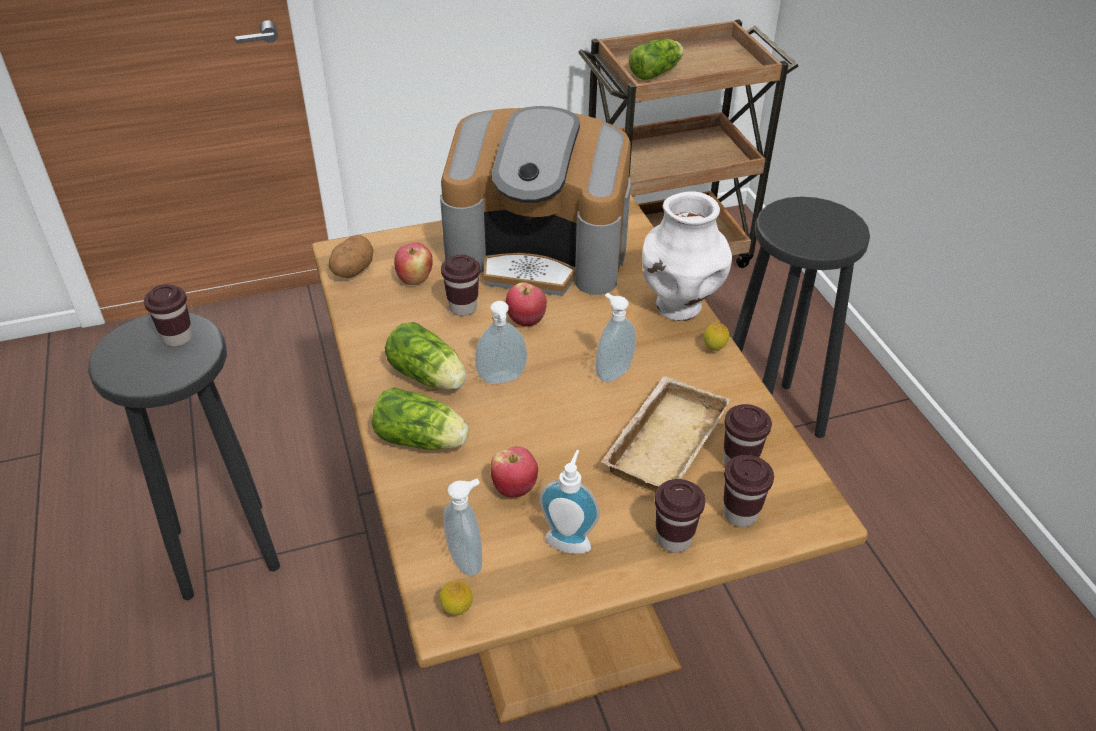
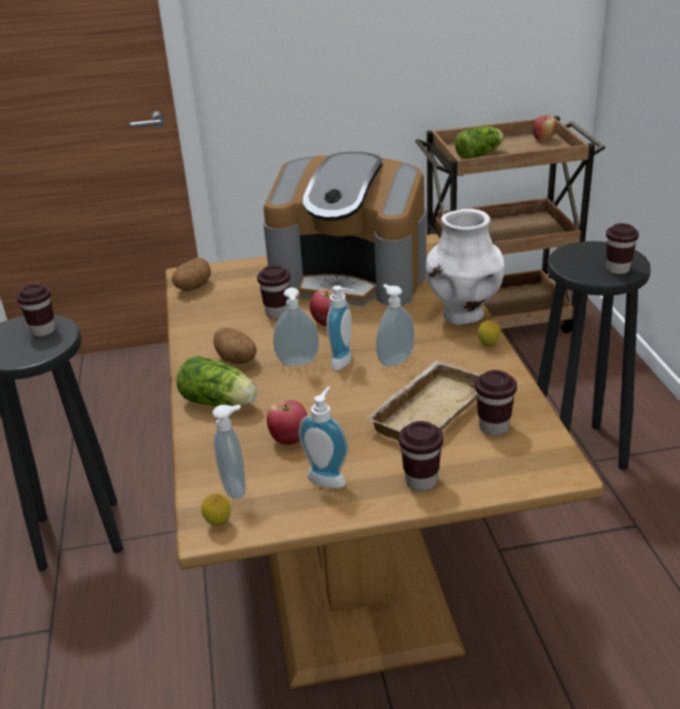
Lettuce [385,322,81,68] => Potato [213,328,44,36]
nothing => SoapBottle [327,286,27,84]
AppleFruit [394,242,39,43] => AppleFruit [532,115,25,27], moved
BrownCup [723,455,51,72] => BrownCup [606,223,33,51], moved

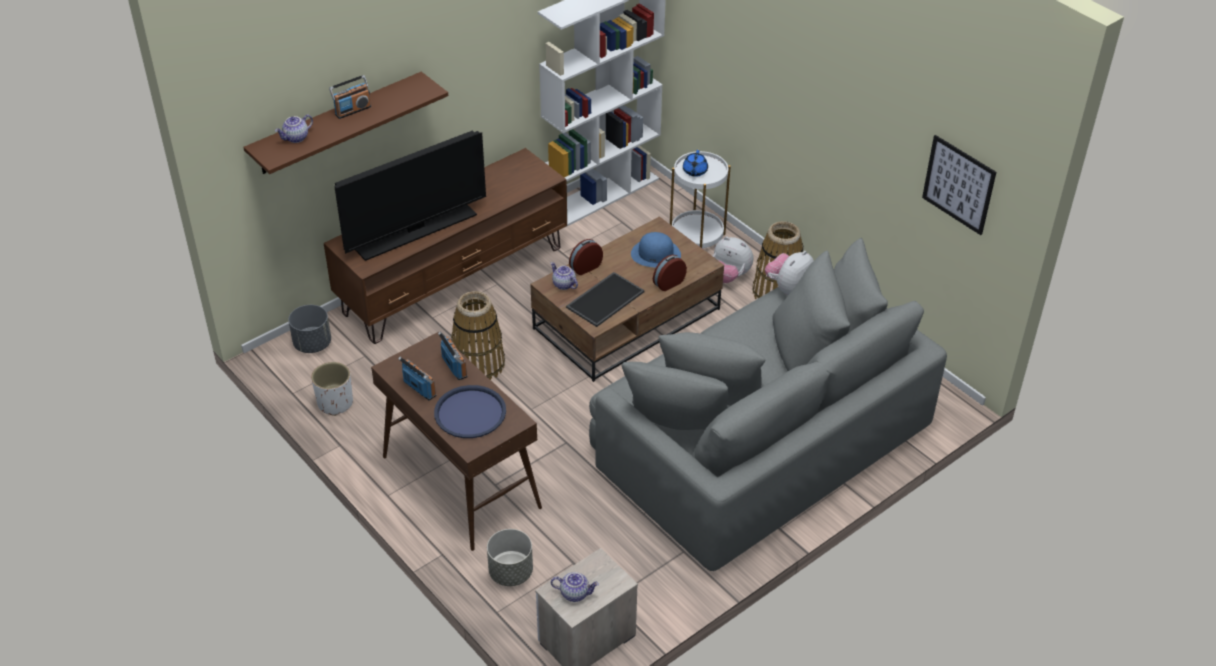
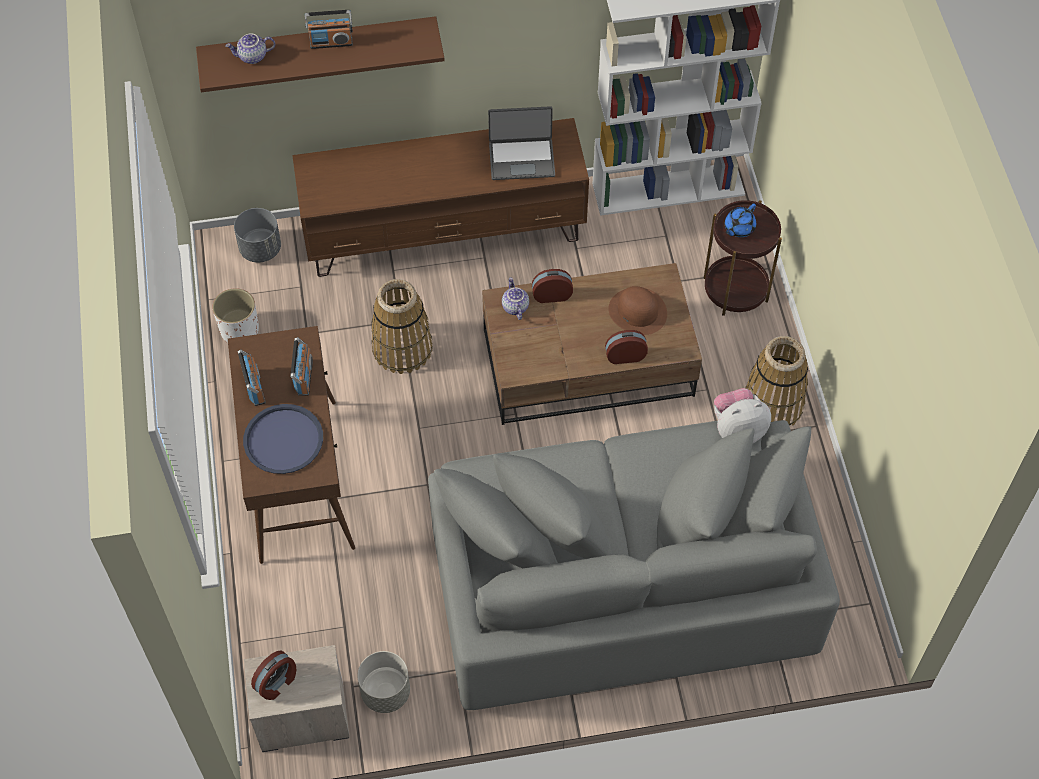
PotForTea [551,572,48,30] => AlarmClock [251,651,45,49]
GrayPlanter [487,529,46,57] => GrayPlanter [357,651,53,62], moved
nothing => NotebookComputer [488,106,67,74]
BlueColouredWearableHat [631,232,50,36] => BrownWearableHat [608,286,59,49]
WhiteColouredEndTable [670,151,61,97] => BrownEndTable [704,200,78,116]
TvSet [334,131,152,130] => nothing
CarryingTray [566,272,78,55] => nothing
CuddlyToy [713,237,40,46] => nothing
Picture [922,135,74,100] => nothing

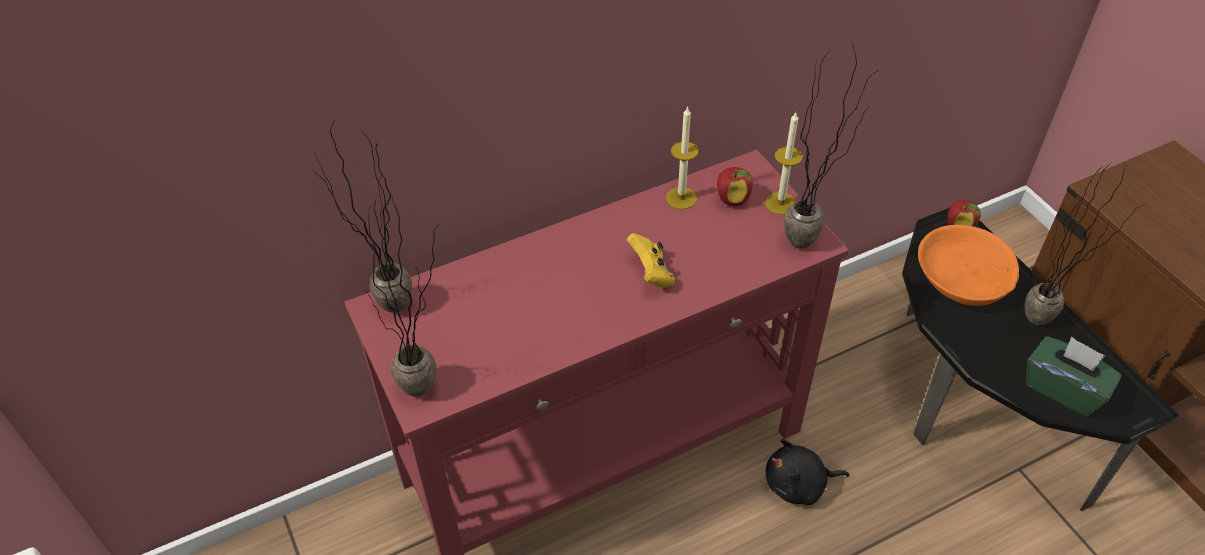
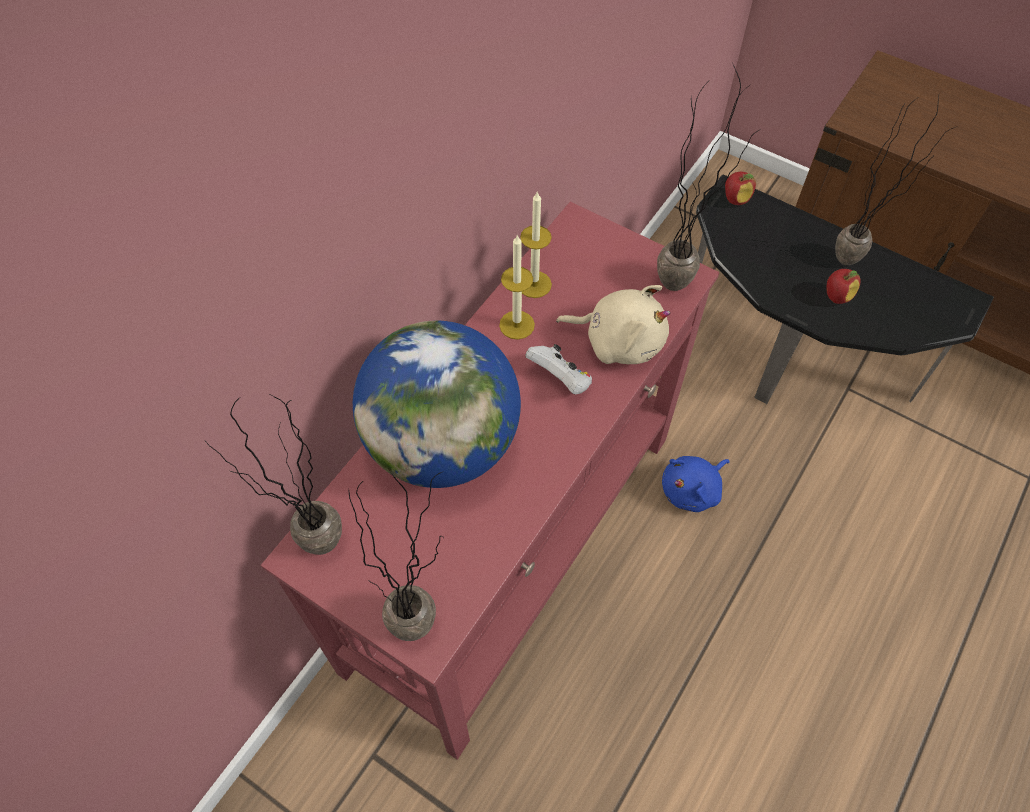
nothing => DeskGlobe [353,320,168,168]
WaxLight [765,113,38,102] => WaxLight [499,234,36,106], moved
YellowishGamepad [627,233,48,55] => WhiteColouredGamepad [525,344,67,51]
nothing => BeigeCuddlyToy [556,285,114,79]
BlackColouredCuddlyToy [766,439,84,66] => BlueColouredCuddlyToy [662,456,68,56]
AppleFruit [717,167,36,39] => AppleFruit [827,269,34,35], moved
OrangeColouredDeepDish [918,225,101,81] => nothing
GreenColouredBoxOfTissues [1026,336,96,81] => nothing

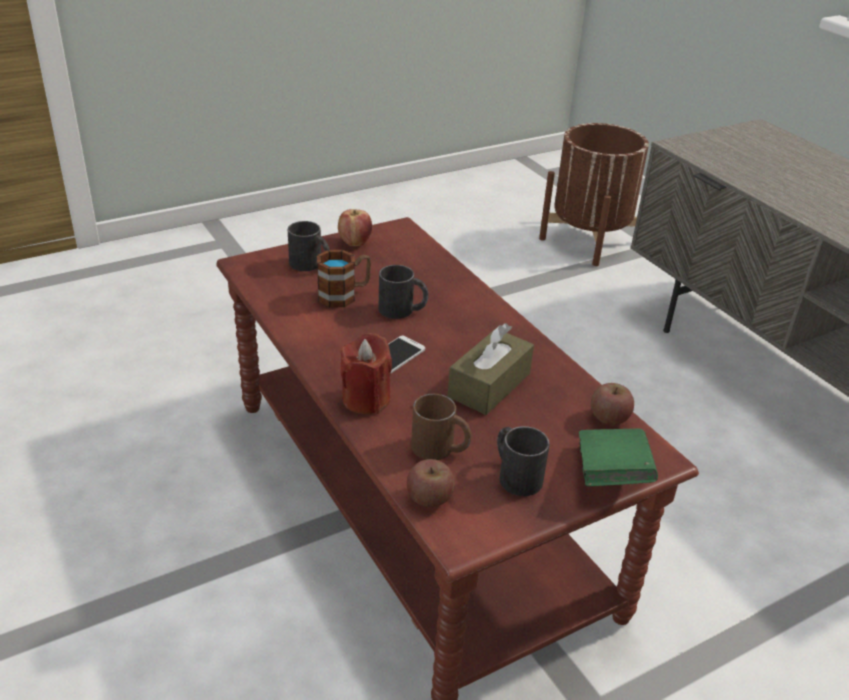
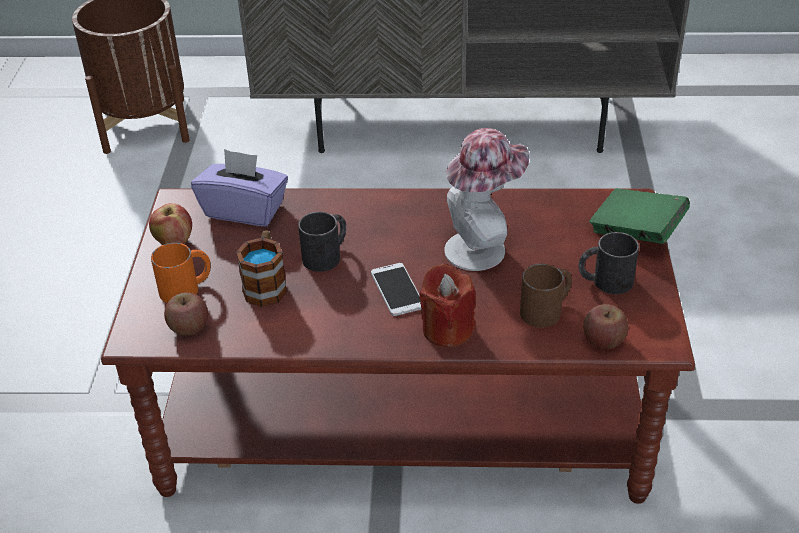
BlackColouredCoffeeMug [288,221,42,50] => OrangeColouredCoffeeMug [151,243,60,60]
AppleFruit [591,383,43,42] => AppleFruit [164,292,44,43], moved
nothing => PurpleColouredBoxOfTissues [191,149,97,77]
BrownBoxOfTissues [448,323,86,92] => WearableHat [445,128,85,143]

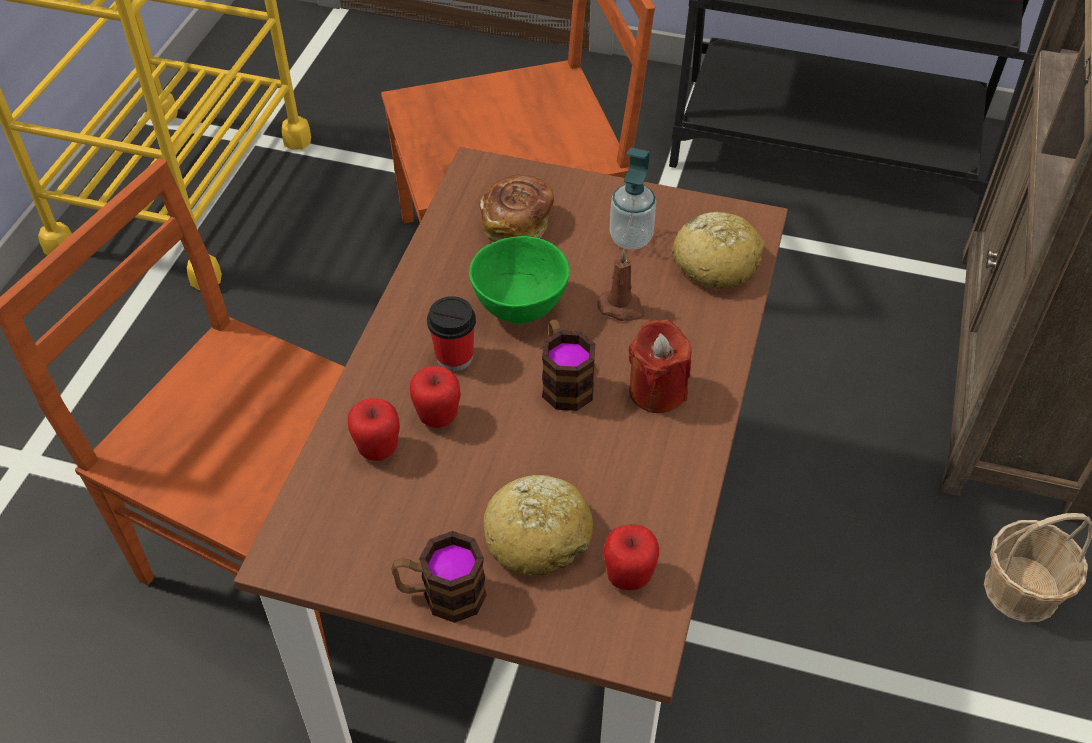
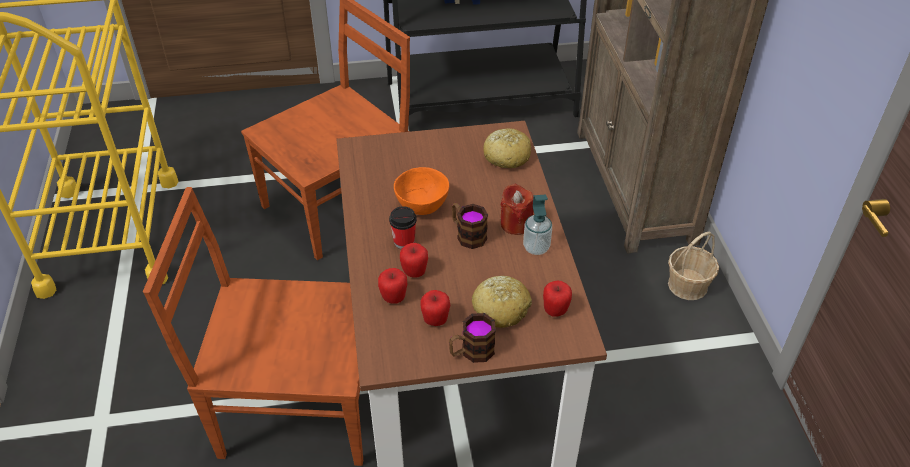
GreenColouredDeepDish [469,236,101,87] => OrangeColouredDeepDish [394,167,55,48]
nothing => AppleFruit [420,290,30,36]
SoapBottle [609,147,47,103] => SoapBottle [523,194,29,61], moved
BakedBread [479,175,75,68] => nothing
BrownWaxLight [597,250,48,71] => nothing

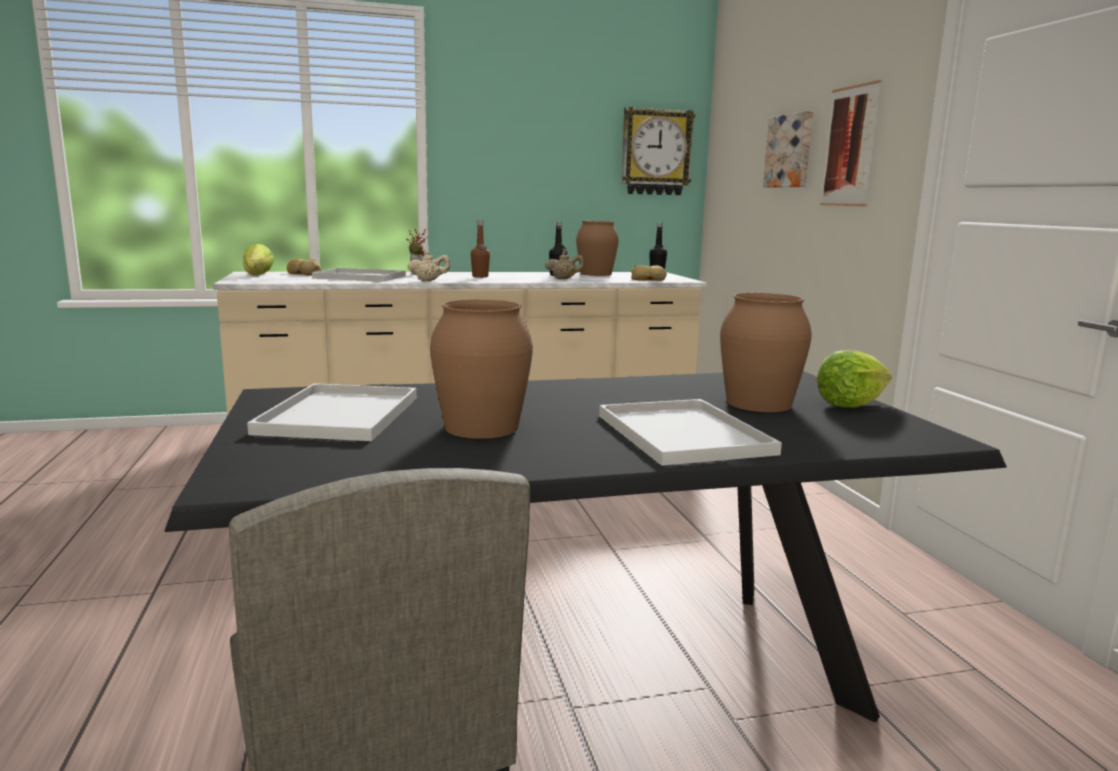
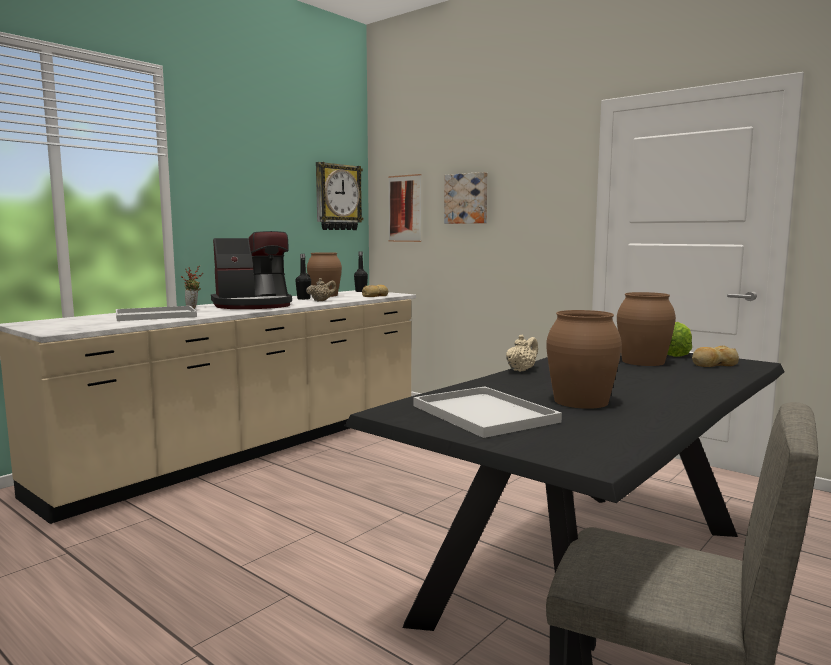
BrownBeverageBottle [471,220,19,58] => CoffeeBrewer [211,231,81,78]
Picture [820,80,62,126] => Picture [388,174,33,68], moved
BeigePotForTea [407,251,43,30] => BeigePotForTea [506,335,32,37], moved
BakedBread [287,259,35,16] => BakedBread [692,346,47,21], moved
Lettuce [243,244,31,31] => nothing
WhiteColouredCarryingTray [599,399,183,67] => nothing

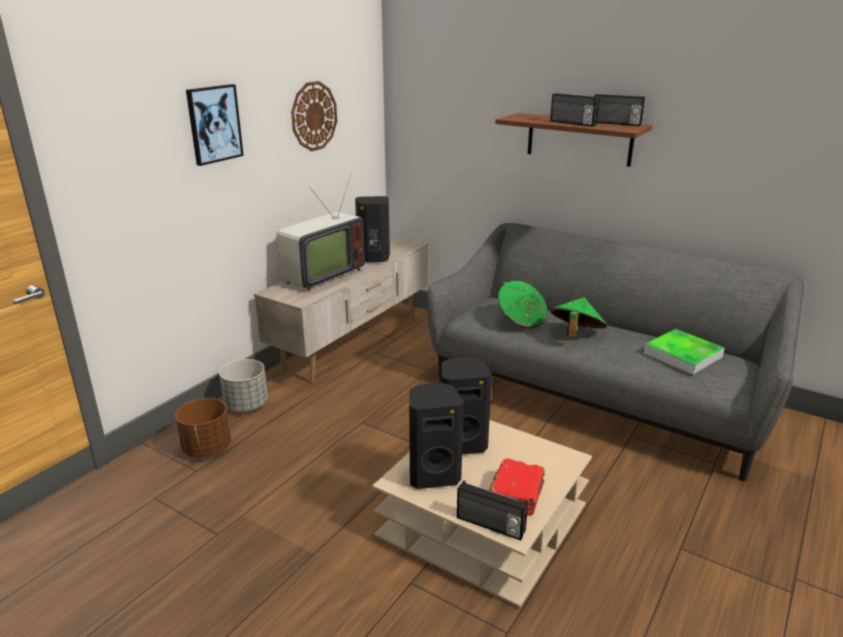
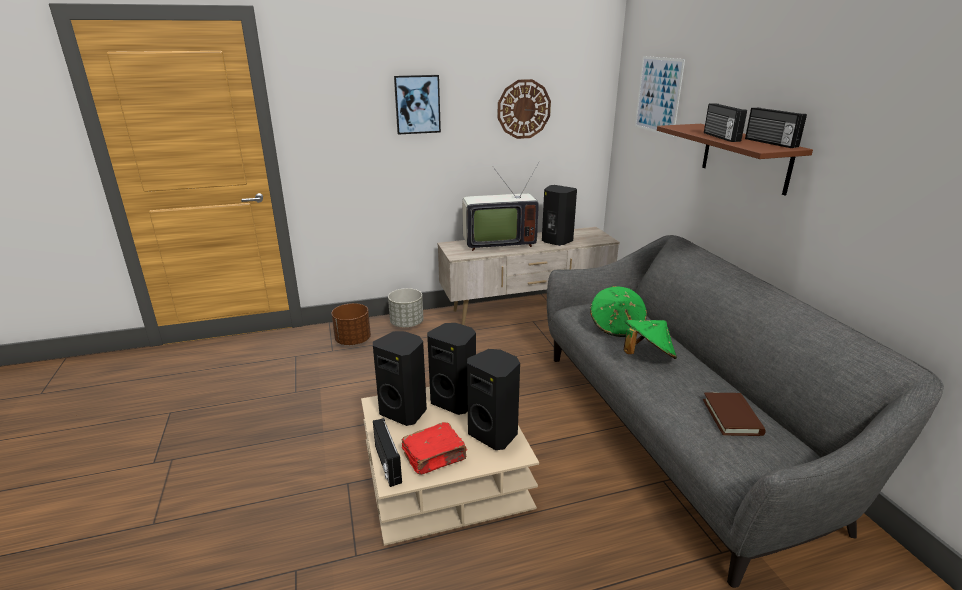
nothing => BlackColouredLoudspeaker [467,349,53,101]
nothing => Picture [635,56,50,81]
CarryingTray [644,329,81,46] => BrownBook [703,392,63,44]

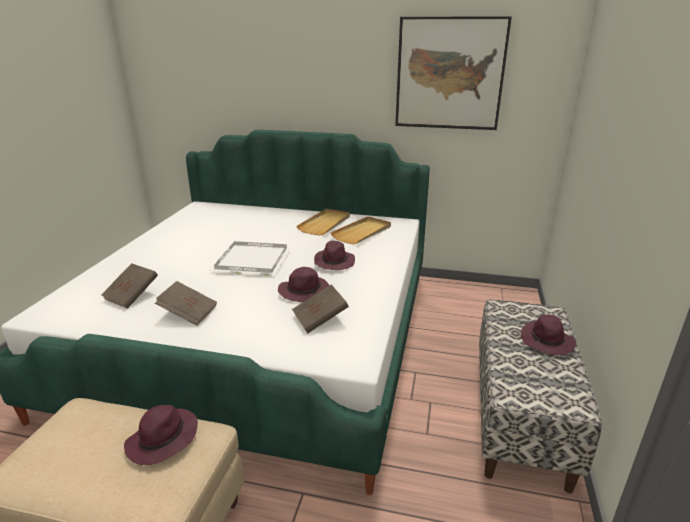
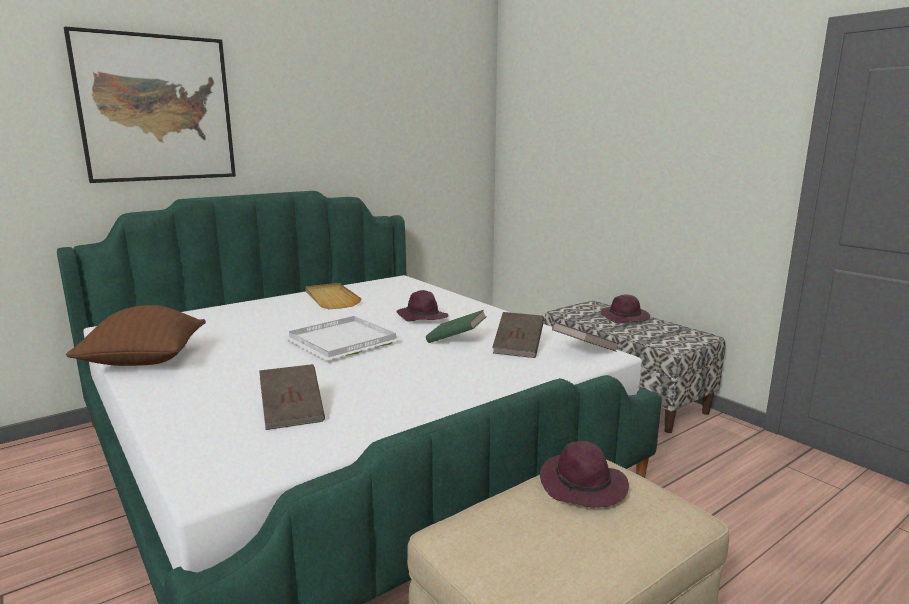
Picture [395,16,117,114] => Picture [64,26,172,157], moved
nothing => BrownThrowPillow [66,305,140,61]
PurpleColouredWearableHat [278,267,51,35] => GreenColouredBook [426,310,60,33]
BrownBook [155,281,62,45] => BrownBook [552,322,67,30], moved
BeigeCarryingTray [330,216,61,28] => nothing

